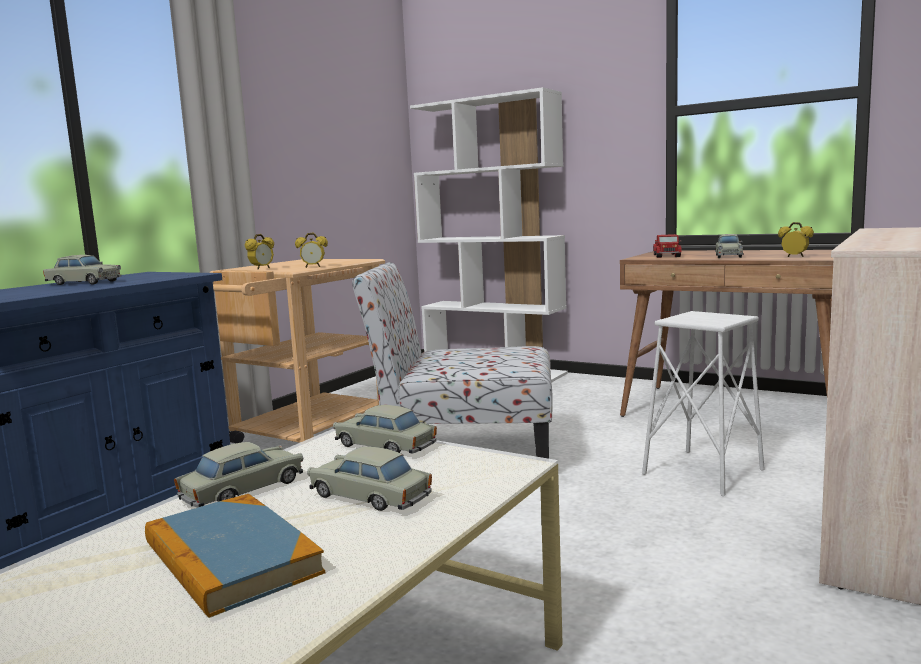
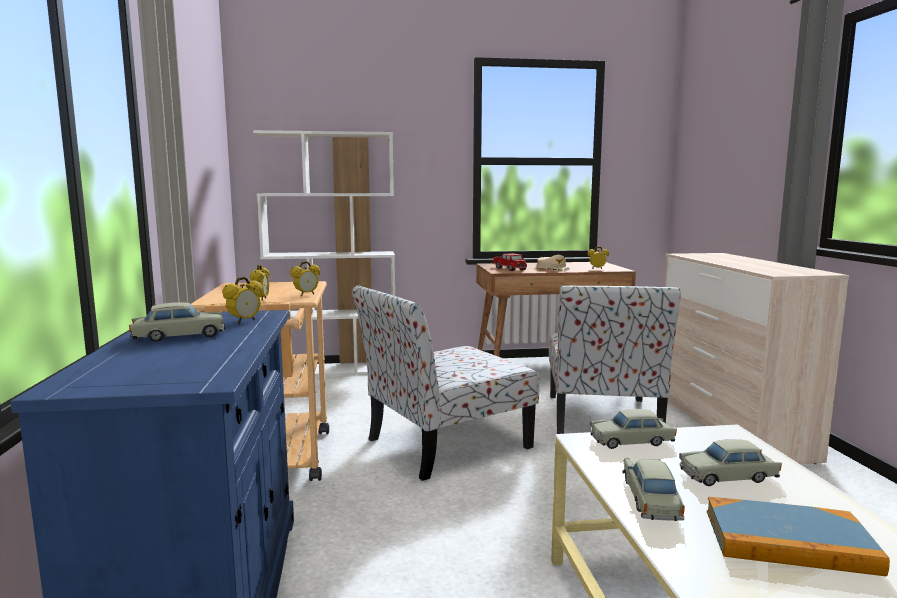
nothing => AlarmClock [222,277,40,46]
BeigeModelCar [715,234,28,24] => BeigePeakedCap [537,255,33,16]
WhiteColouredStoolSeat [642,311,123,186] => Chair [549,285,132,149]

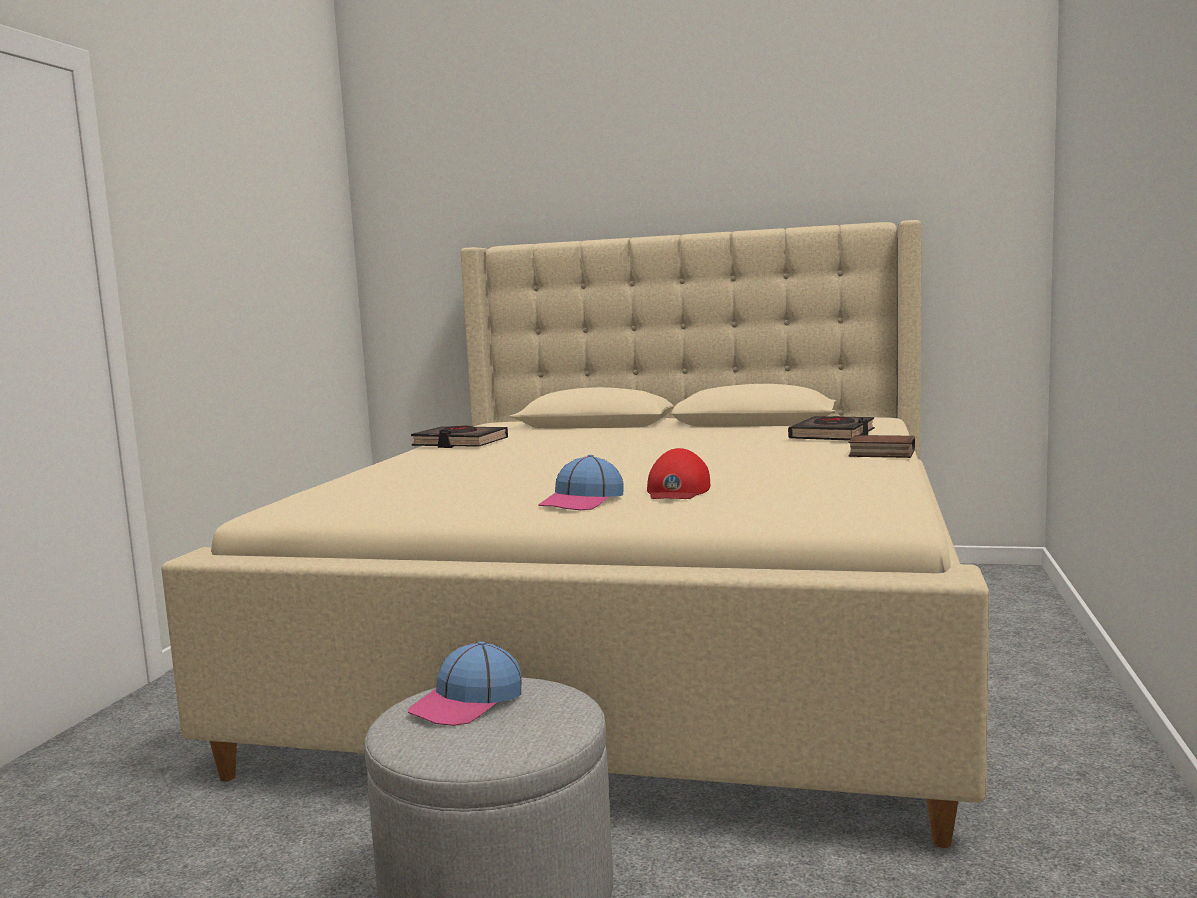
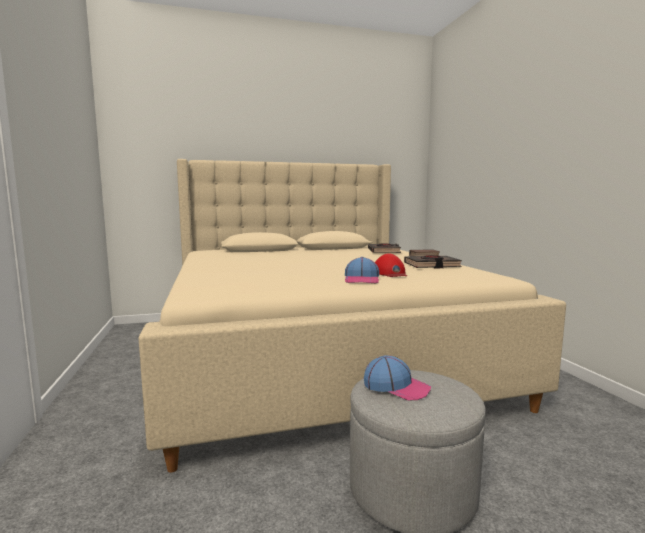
PeakedCap [408,642,113,84] => PeakedCap [364,355,67,46], 75 degrees counterclockwise
BlackColouredBook [411,426,97,22] => BlackColouredBook [404,255,58,13], moved

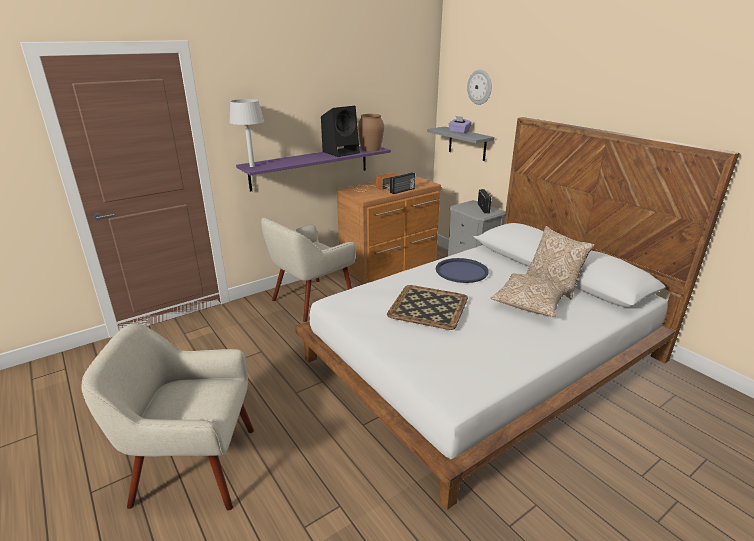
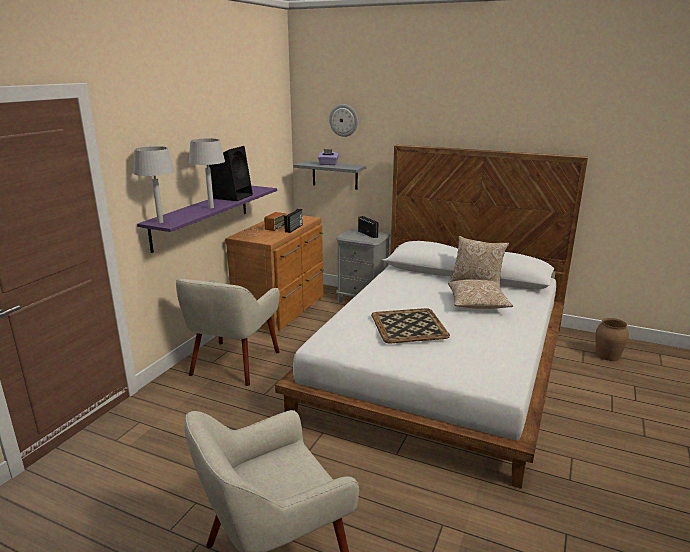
nothing => GrayLampForATable [189,138,36,70]
BrownFlowerVase [358,114,26,37] => BrownFlowerVase [596,318,33,43], moved
BlueColouredCarryingTray [436,258,53,25] => nothing

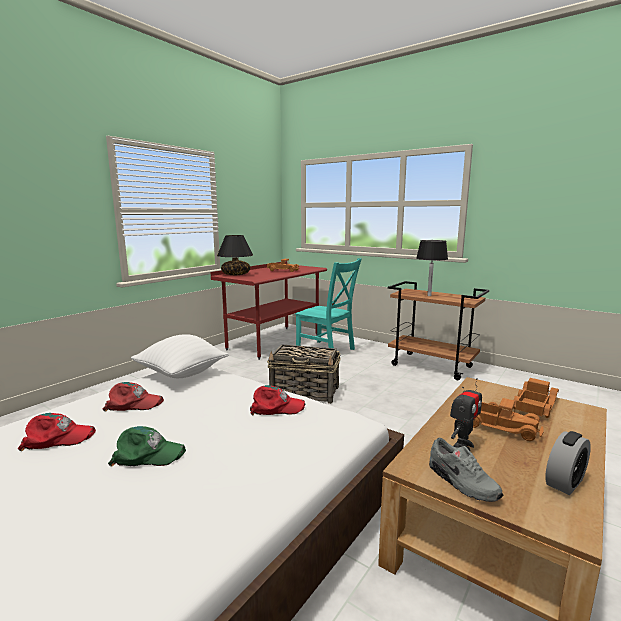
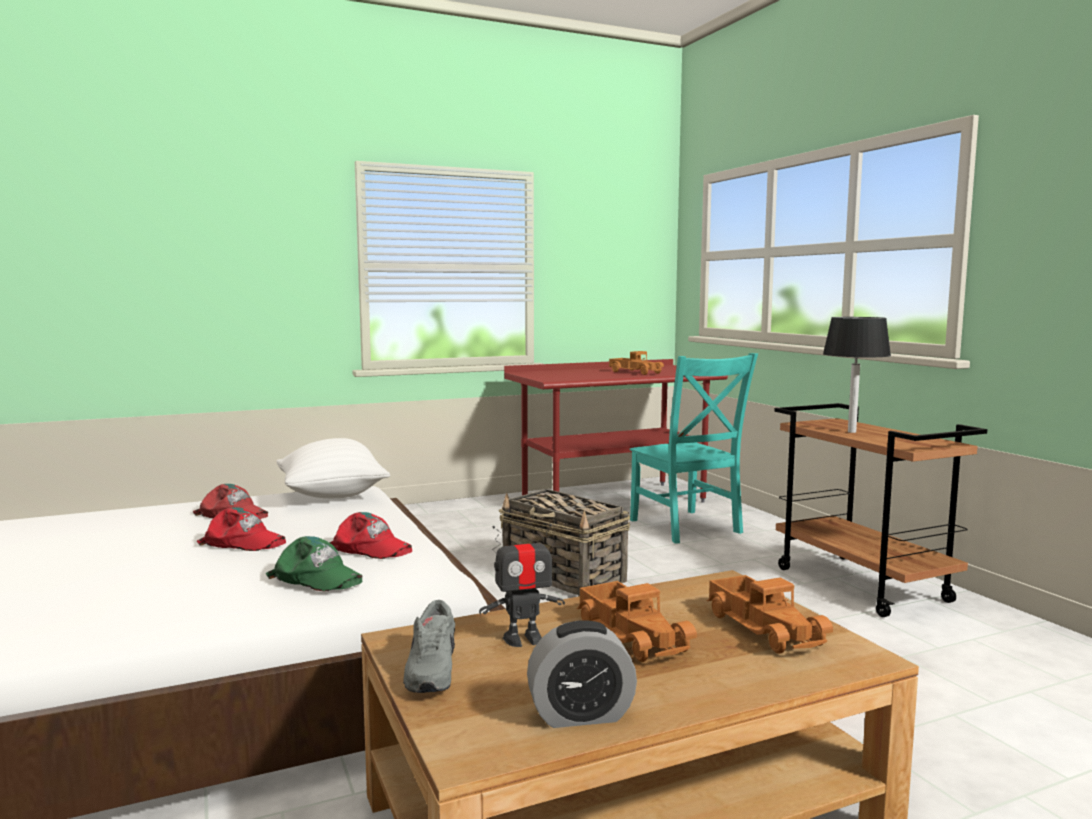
RedPeakedCap [17,413,79,38] => RedPeakedCap [197,507,89,44], moved
GreenColouredPeakedCap [108,426,78,41] => GreenColouredPeakedCap [266,536,97,55], moved
ToyTruck [513,378,46,40] => ToyTruck [707,575,126,79], 90 degrees clockwise
BlackColouredLampForATable [217,235,36,40] => nothing

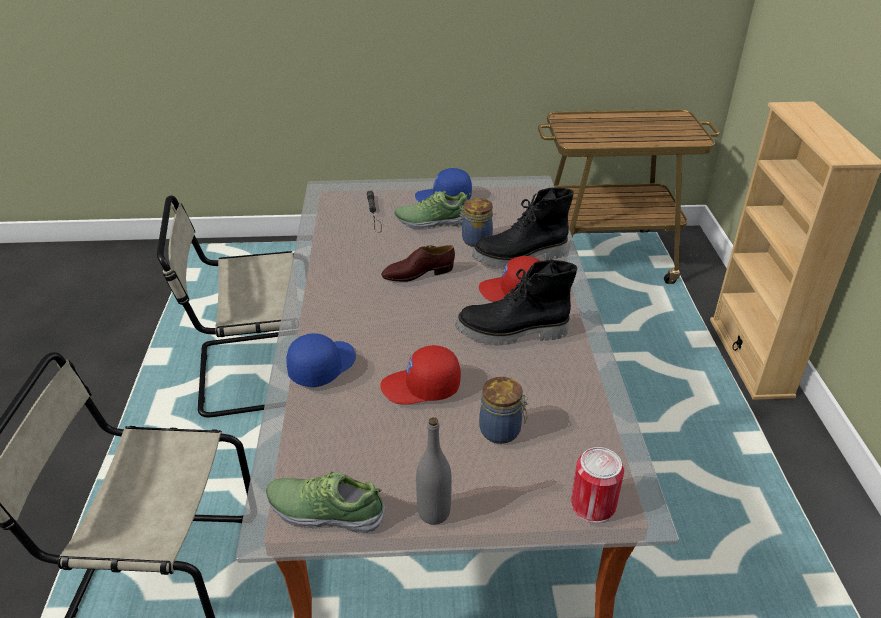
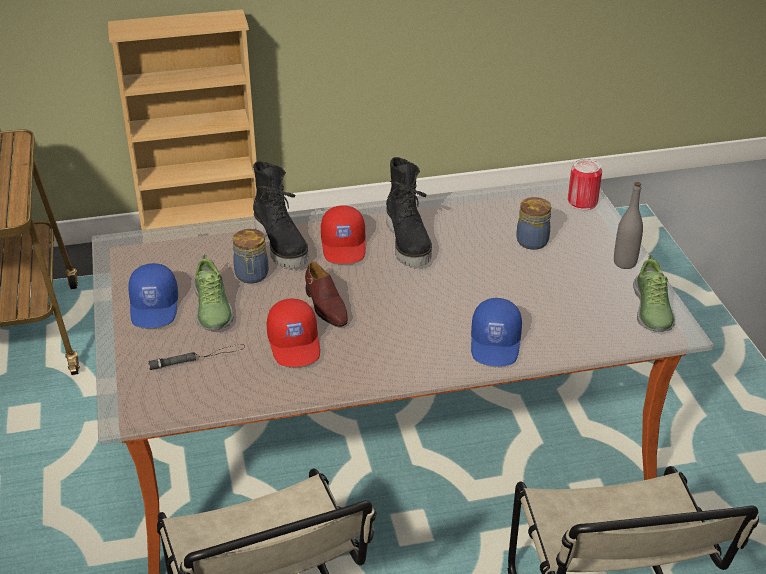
RedPeakedCap [380,345,81,60] => RedPeakedCap [267,299,53,68], moved
BlueColouredPeakedCap [286,333,70,55] => BlueColouredPeakedCap [471,298,51,68], 105 degrees counterclockwise

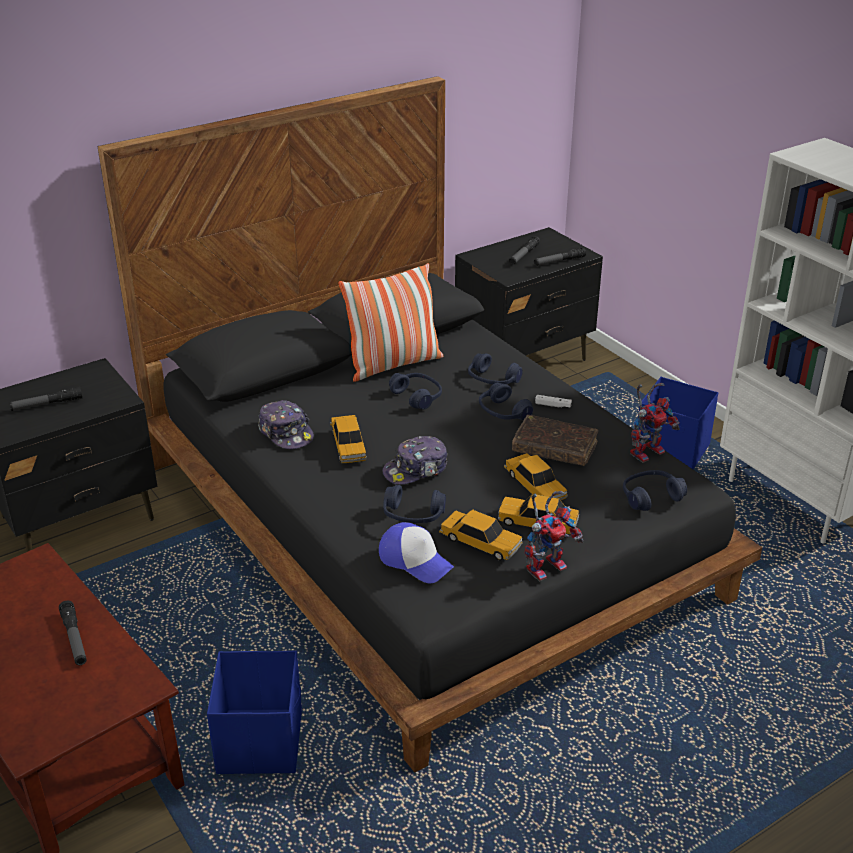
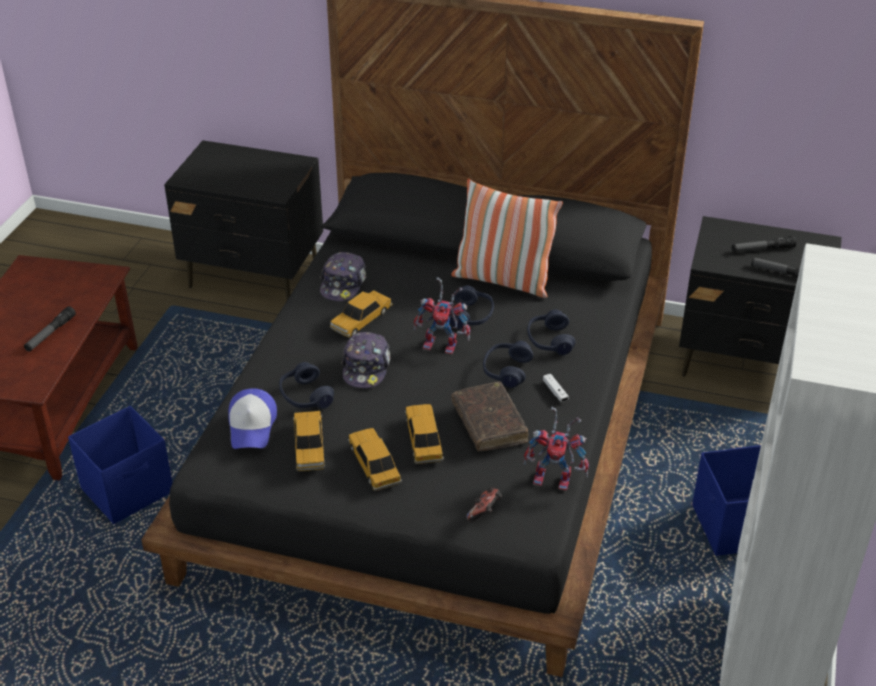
PeakedCap [382,436,65,49] => PeakedCap [341,332,50,56], 105 degrees counterclockwise
ModelCar [504,453,64,48] => ModelCar [405,404,39,60], 150 degrees clockwise
ModelRobot [525,491,58,90] => ModelRobot [413,277,58,77], moved
BlueColouredHeadset [623,470,64,41] => Gamepad [466,487,36,35]
HandTorch [9,387,73,24] => nothing

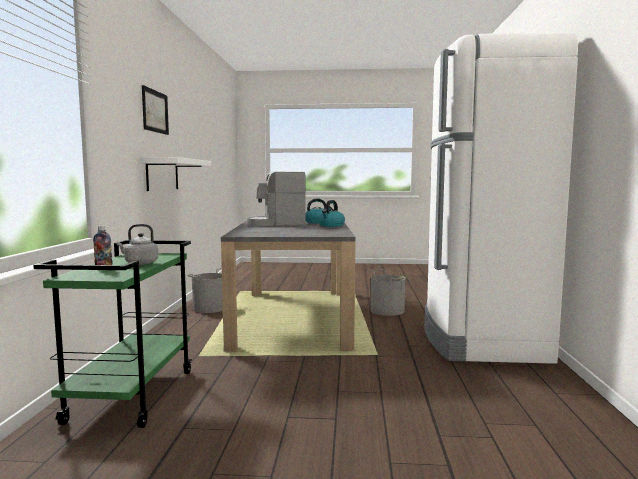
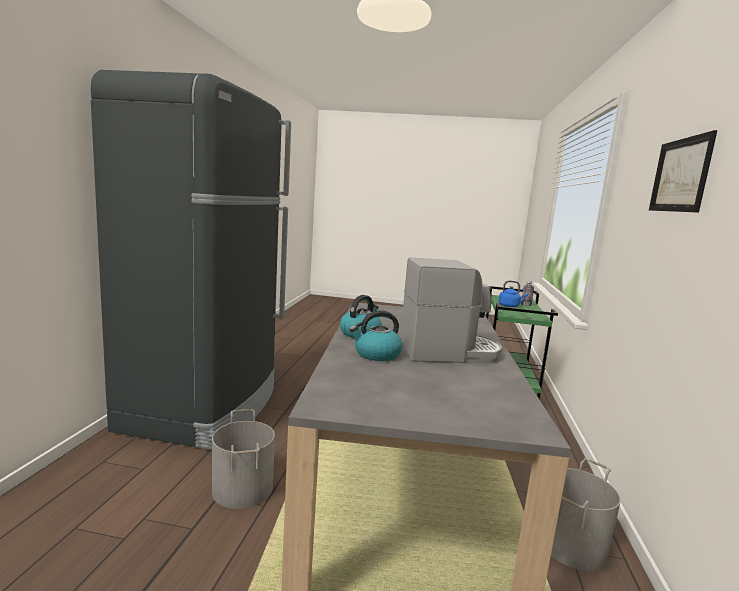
WhiteColouredFridge [424,32,154,332] => BlackColouredFridge [91,70,200,380]
GrayWaterKettle [116,224,42,41] => BlueColouredWaterKettle [498,281,30,26]
WhiteColouredShelf [140,157,71,34] => nothing

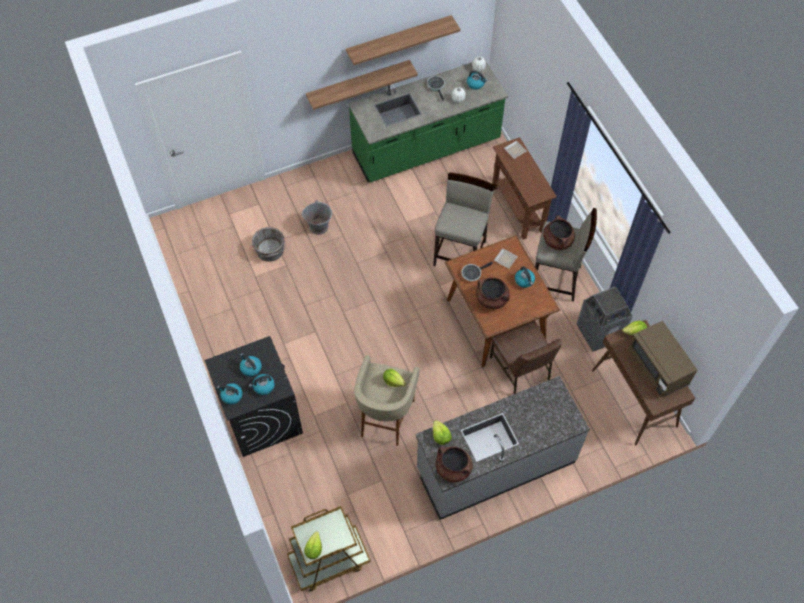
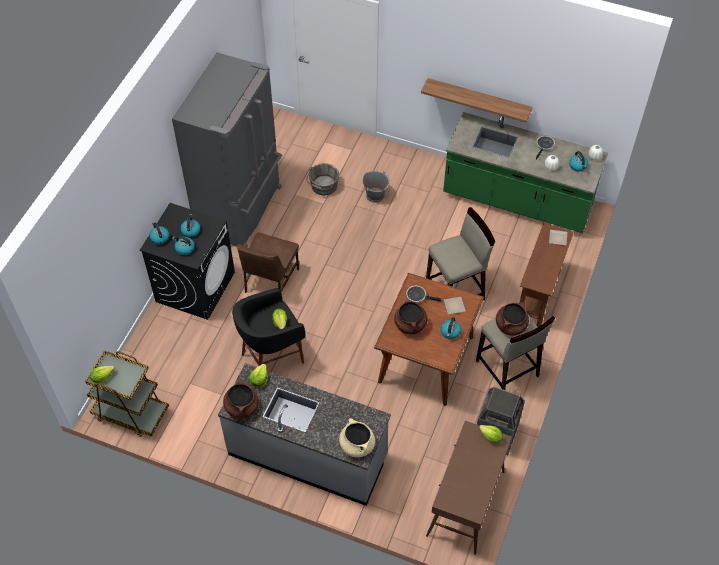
nothing => GrayFridge [172,52,110,195]
BeigeStoolSeat [354,355,65,91] => BlackColouredStoolSeat [232,288,73,78]
BrownChair [490,321,71,73] => BrownChair [237,232,62,61], moved
nothing => BeigeSaucepot [339,418,36,39]
Shelf [346,15,114,50] => nothing
BrownMicrowave [627,321,70,76] => nothing

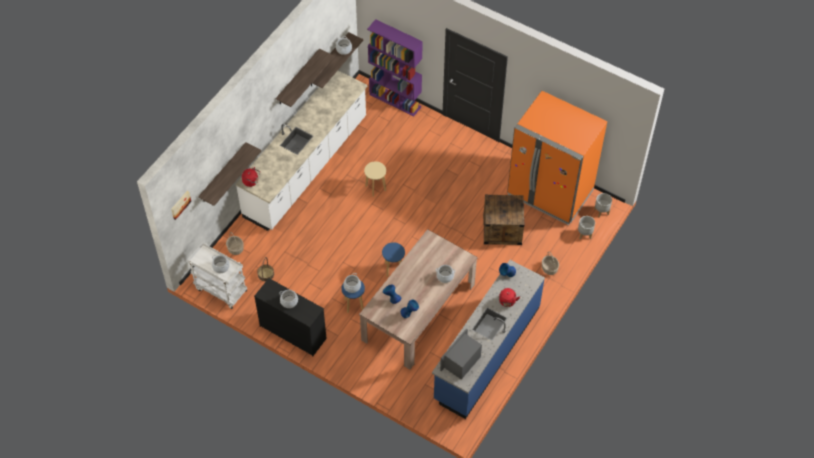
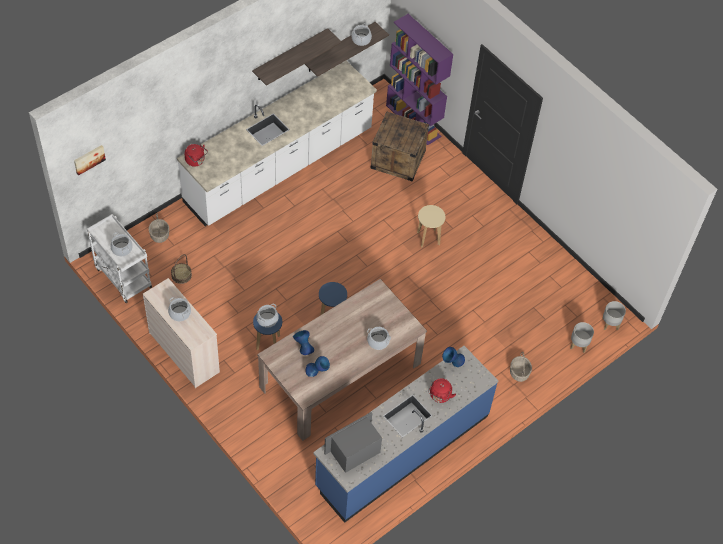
BlackColouredChestOfDrawers [254,278,73,78] => BeigeChestOfDrawers [143,278,77,110]
PackingCrate [483,195,41,50] => PackingCrate [370,112,59,70], moved
BeigeStoolSeat [364,161,22,36] => BeigeStoolSeat [417,205,29,42], moved
Shelf [198,142,63,64] => nothing
OrangeColouredFridge [507,91,100,134] => nothing

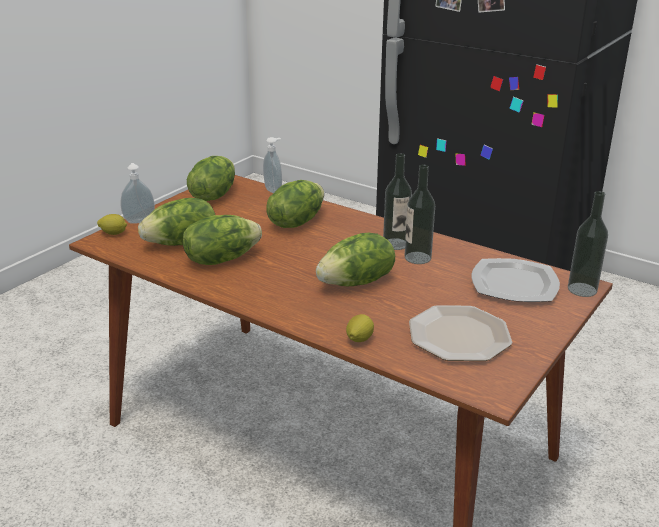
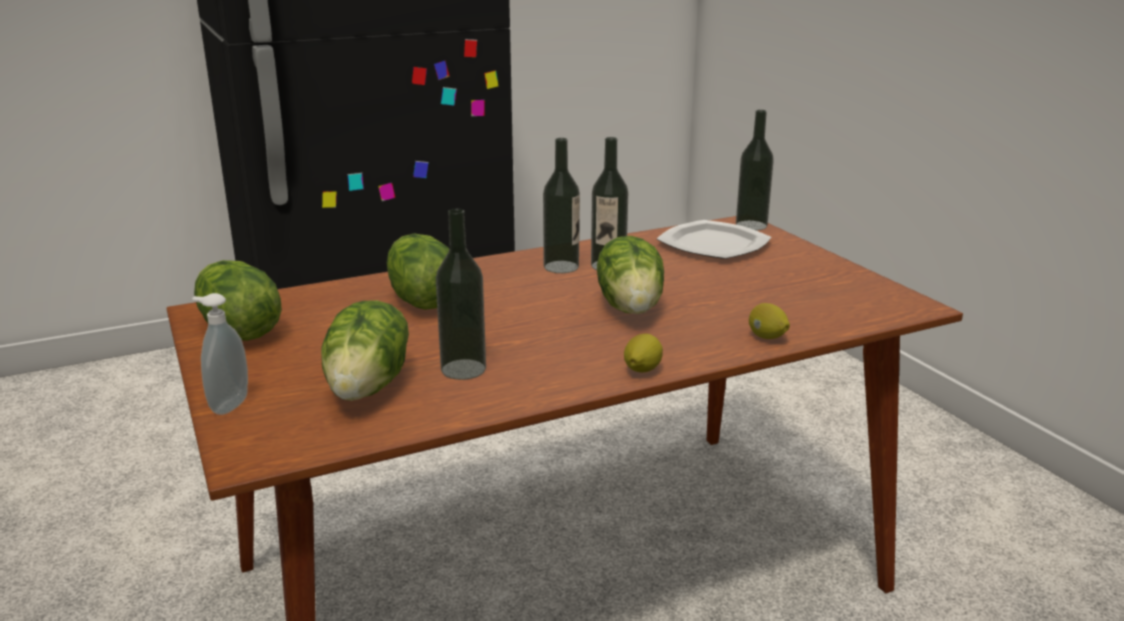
Lettuce [183,215,79,50] => BeverageBottle [436,208,50,172]
CitrusFruit [97,214,30,21] => CitrusFruit [624,334,39,38], moved
SoapBottle [263,137,19,56] => nothing
Plate [409,305,103,56] => nothing

